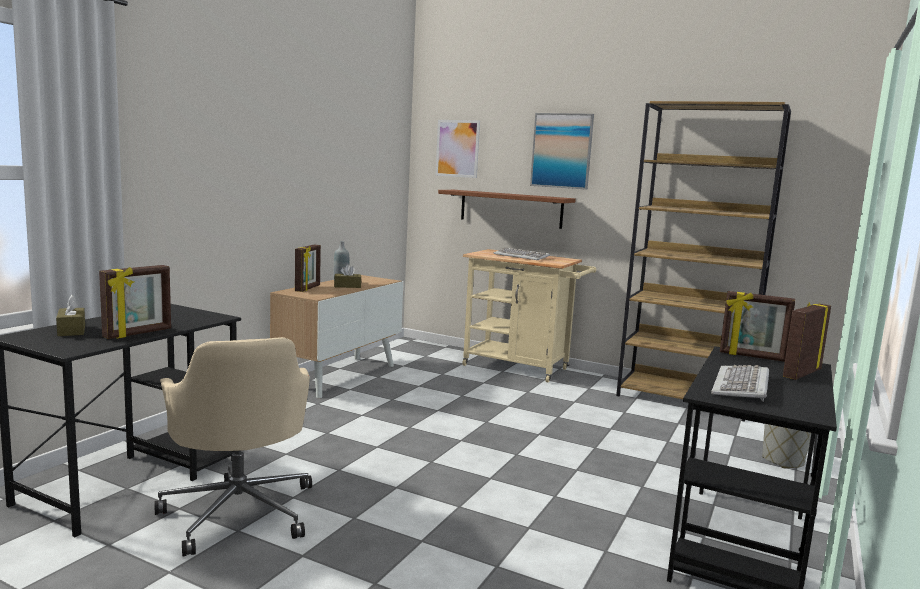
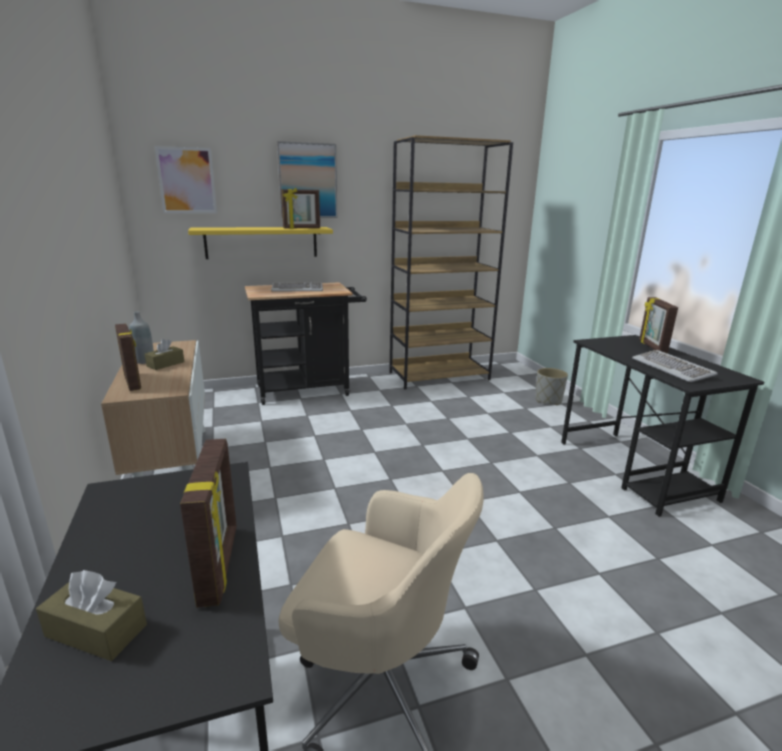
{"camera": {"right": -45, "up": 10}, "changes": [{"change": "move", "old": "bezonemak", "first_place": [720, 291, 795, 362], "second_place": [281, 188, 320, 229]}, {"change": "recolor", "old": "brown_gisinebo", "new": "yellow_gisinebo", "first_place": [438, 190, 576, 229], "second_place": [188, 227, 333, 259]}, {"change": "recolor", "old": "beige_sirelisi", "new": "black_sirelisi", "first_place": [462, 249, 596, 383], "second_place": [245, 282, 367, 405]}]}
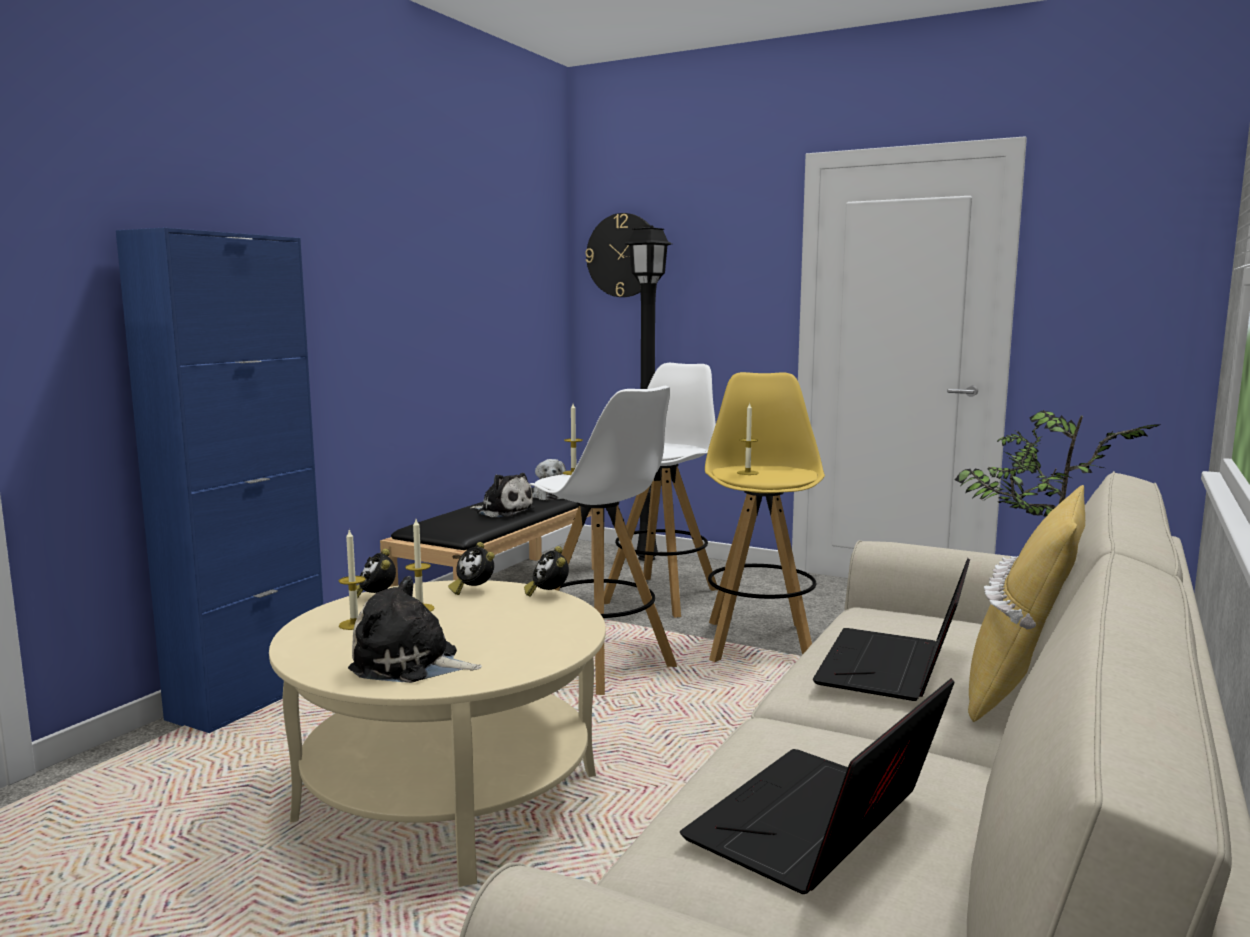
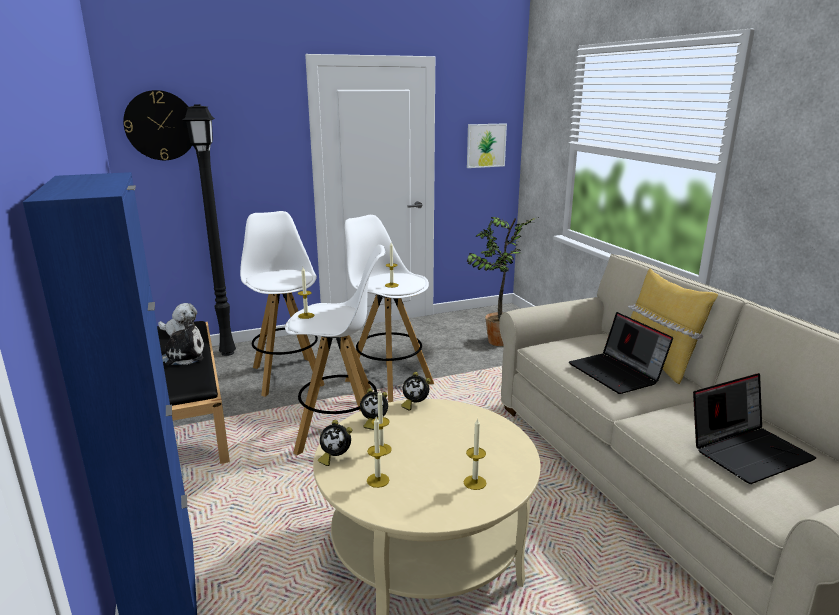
{"camera": {"right": -50, "up": 10}, "changes": [{"change": "insert", "new": "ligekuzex", "second_place": [467, 123, 507, 168]}, {"change": "replace", "old": "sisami", "new": "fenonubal", "first_place": [348, 576, 482, 683], "second_place": [464, 418, 486, 490]}, {"change": "recolor", "old": "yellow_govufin", "new": "white_govufin", "first_place": [705, 372, 825, 662], "second_place": [345, 215, 434, 403]}, {"change": "rotate", "old": "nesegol", "first_place": [680, 678, 954, 894], "second_place": [693, 373, 816, 484], "degrees": -105}]}
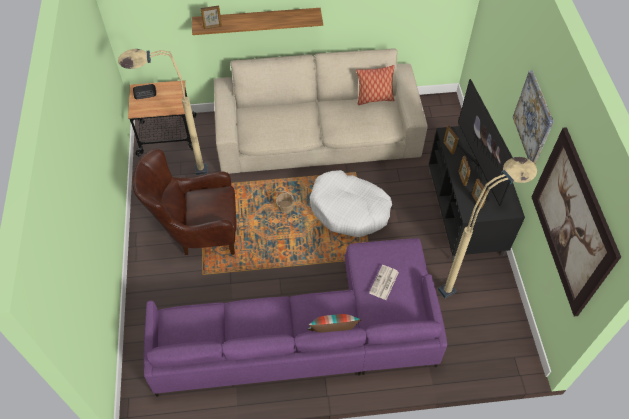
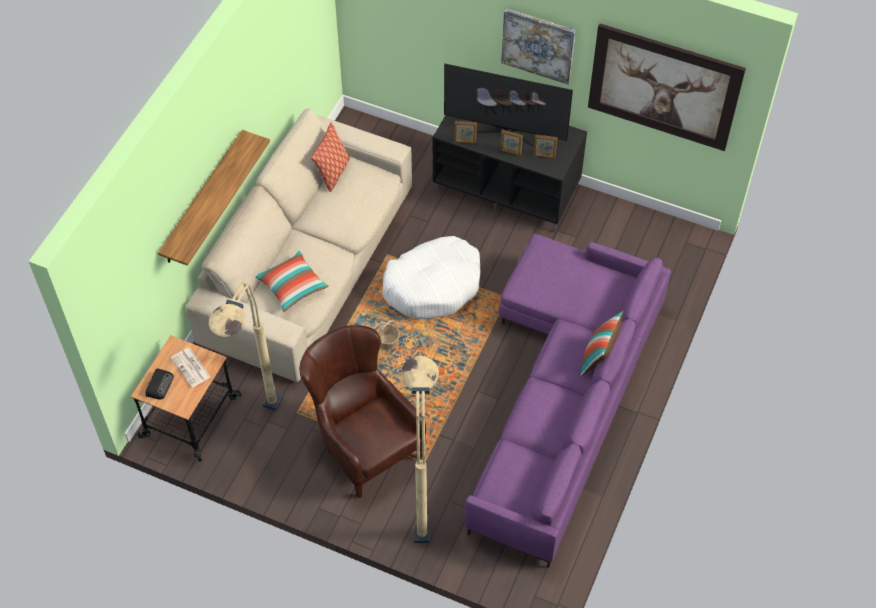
{"camera": {"right": -60, "up": 0}, "changes": [{"change": "delete", "old": "bezonemak", "first_place": [201, 5, 222, 29]}, {"change": "insert", "new": "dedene", "second_place": [255, 250, 328, 312]}, {"change": "move", "old": "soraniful", "first_place": [369, 265, 399, 300], "second_place": [171, 348, 211, 388]}, {"change": "move", "old": "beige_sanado", "first_place": [438, 157, 537, 298], "second_place": [401, 356, 439, 543]}, {"change": "rotate", "old": "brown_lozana", "first_place": [132, 149, 237, 255], "second_place": [299, 325, 426, 498], "degrees": 120}]}
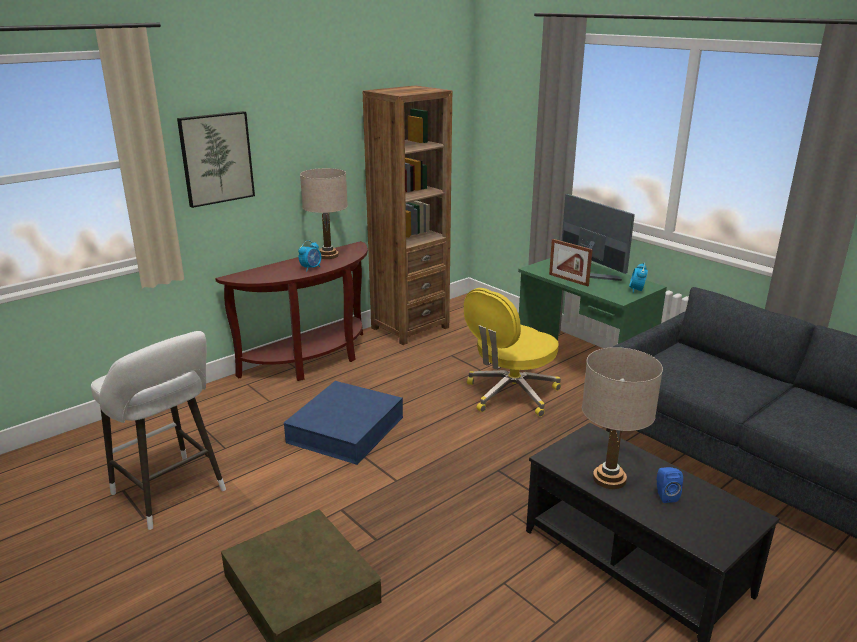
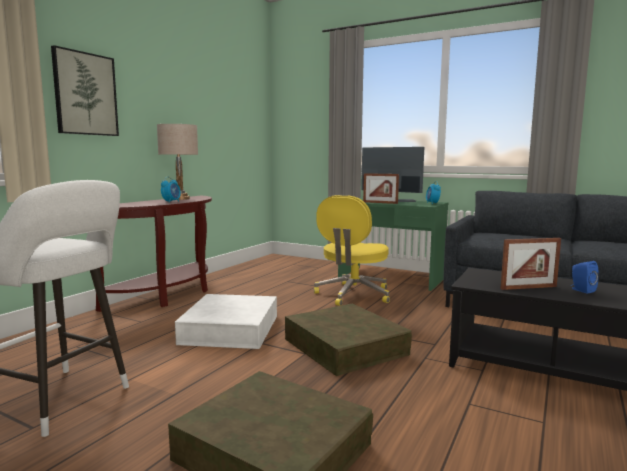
{"camera": {"right": -20, "up": -15}, "changes": [{"change": "delete", "old": "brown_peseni", "first_place": [363, 85, 452, 345]}, {"change": "insert", "new": "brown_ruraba", "second_place": [285, 304, 412, 376]}, {"change": "replace", "old": "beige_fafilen", "new": "bezonemak", "first_place": [582, 347, 663, 489], "second_place": [500, 238, 561, 290]}, {"change": "recolor", "old": "blue_ruraba", "new": "white_ruraba", "first_place": [284, 381, 403, 465], "second_place": [175, 294, 277, 349]}]}
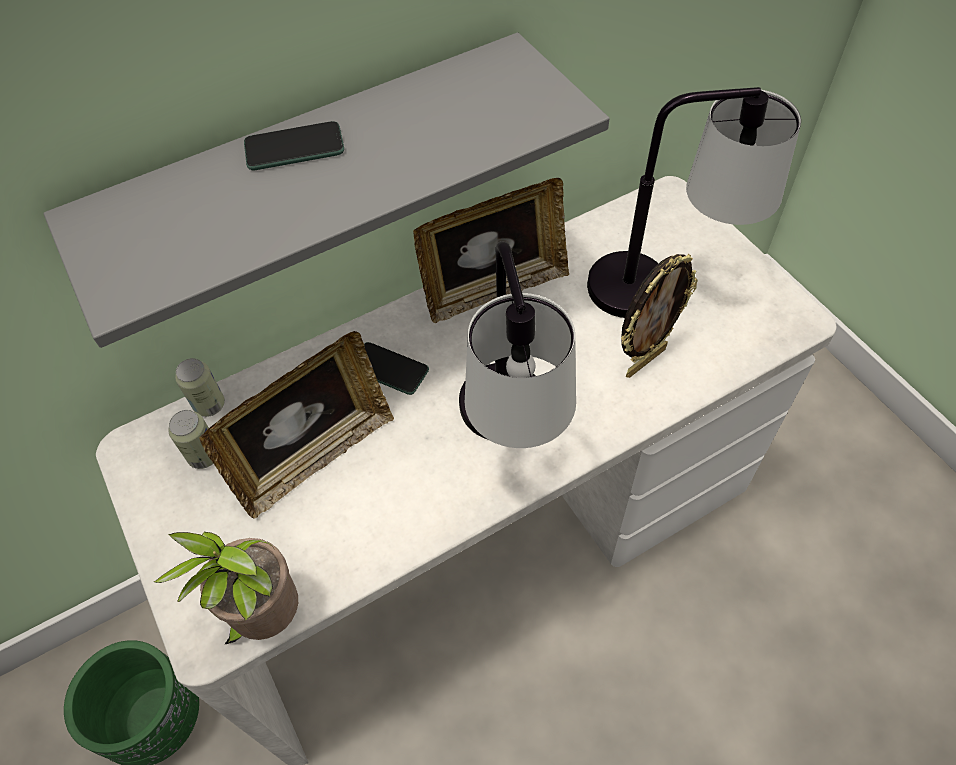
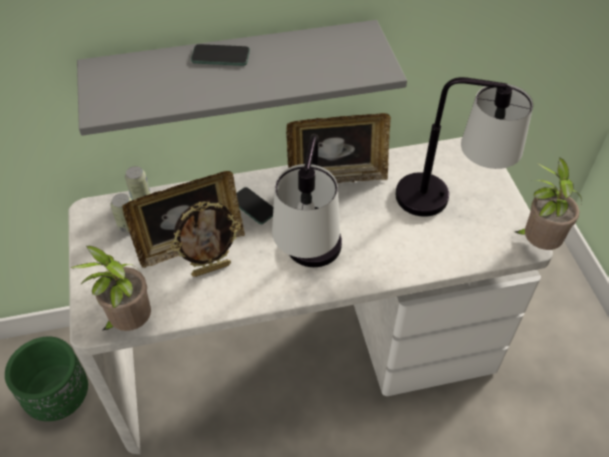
{"camera": {"right": 15, "up": -5}, "changes": [{"change": "insert", "new": "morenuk", "second_place": [515, 158, 582, 250]}, {"change": "move", "old": "bezonemak", "first_place": [621, 254, 698, 378], "second_place": [170, 201, 241, 277]}]}
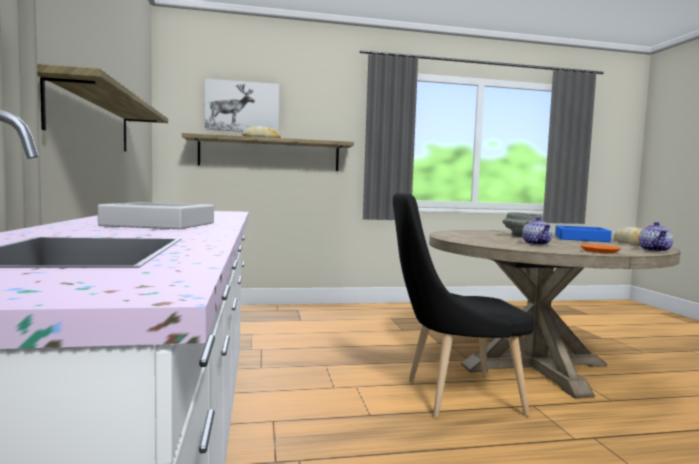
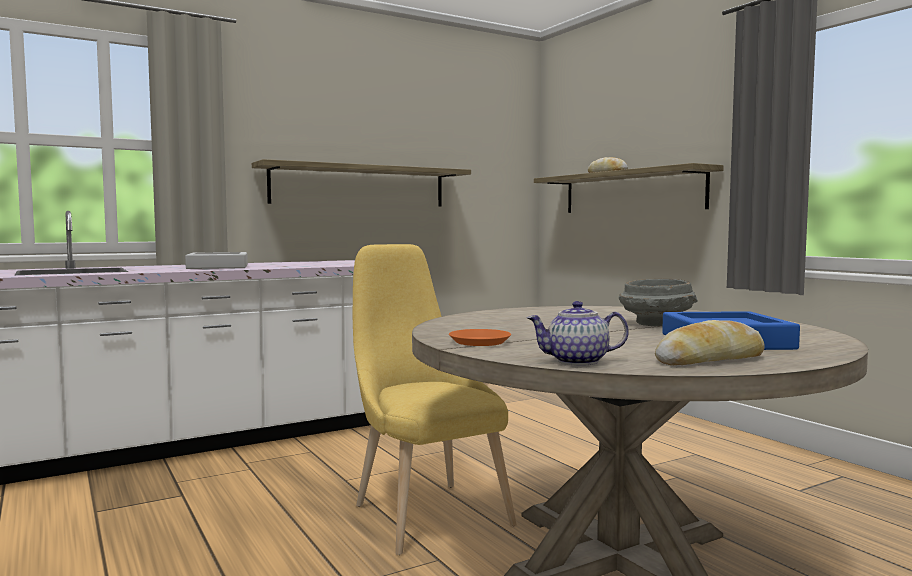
{"camera": {"right": 70, "up": 0}, "changes": [{"change": "delete", "old": "ligekuzex", "first_place": [205, 78, 279, 132]}, {"change": "delete", "old": "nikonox", "first_place": [522, 217, 552, 245]}, {"change": "recolor", "old": "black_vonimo", "new": "yellow_vonimo", "first_place": [393, 193, 535, 418], "second_place": [353, 244, 517, 555]}]}
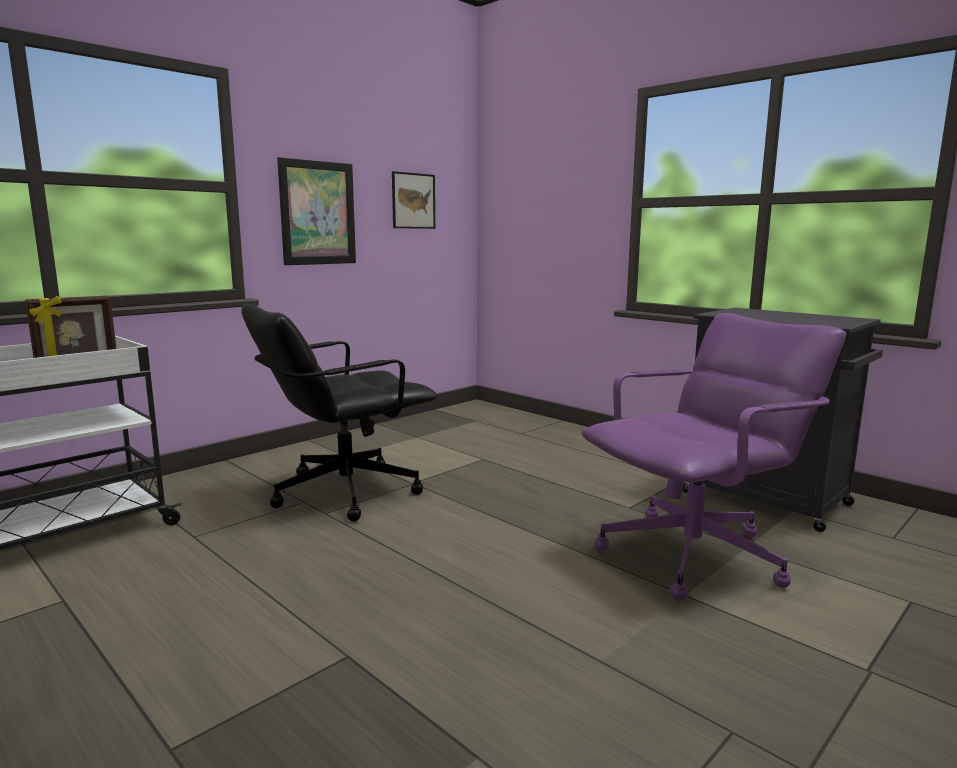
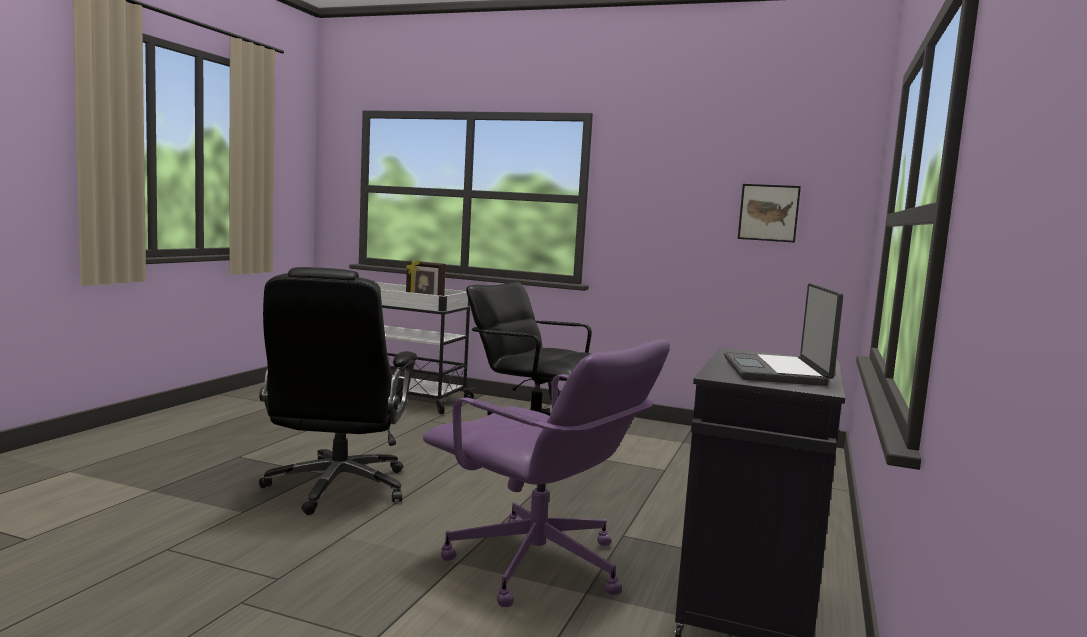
{"camera": {"right": 65, "up": -5}, "changes": [{"change": "delete", "old": "ligekuzex", "first_place": [277, 157, 356, 265]}, {"change": "insert", "new": "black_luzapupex", "second_place": [259, 267, 417, 515]}, {"change": "insert", "new": "nesegol", "second_place": [724, 283, 843, 386]}]}
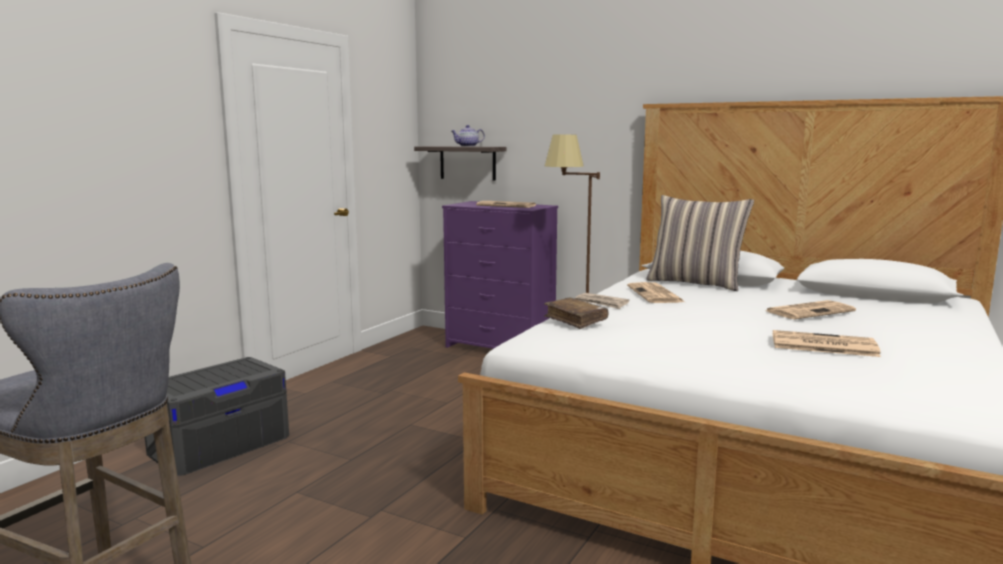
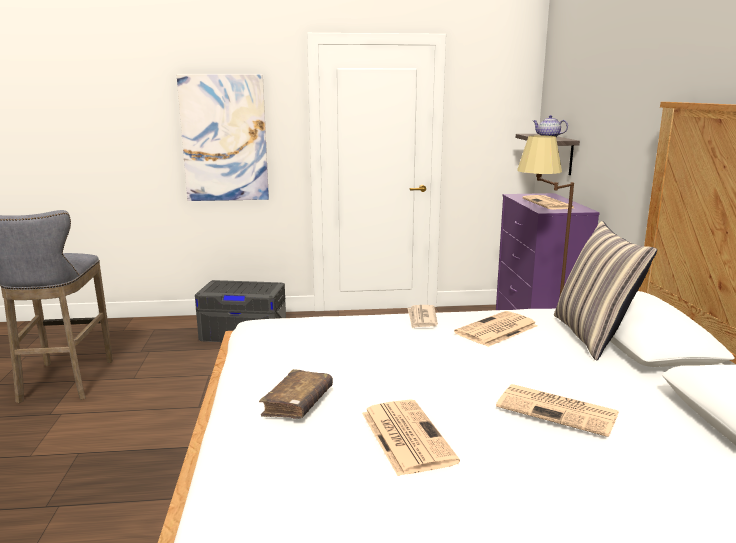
{"camera": {"right": 55, "up": 5}, "changes": [{"change": "insert", "new": "ligekuzex", "second_place": [177, 74, 269, 201]}, {"change": "move", "old": "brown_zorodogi", "first_place": [544, 298, 609, 329], "second_place": [259, 369, 333, 419]}]}
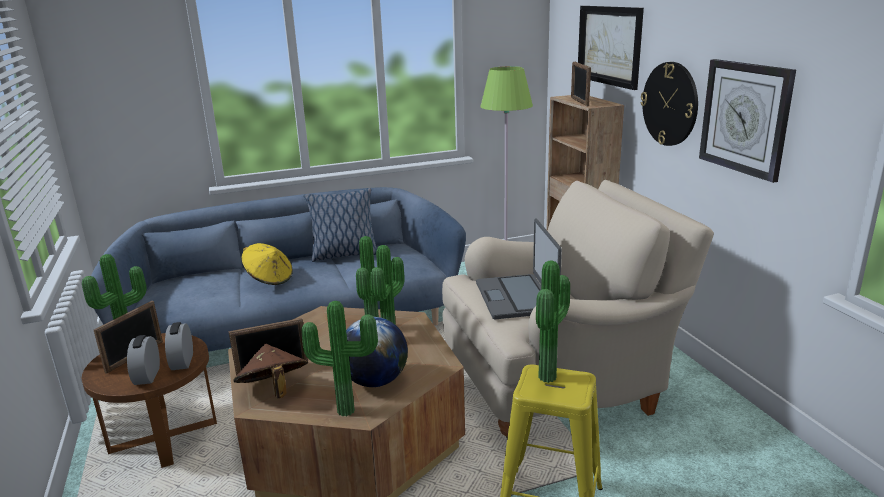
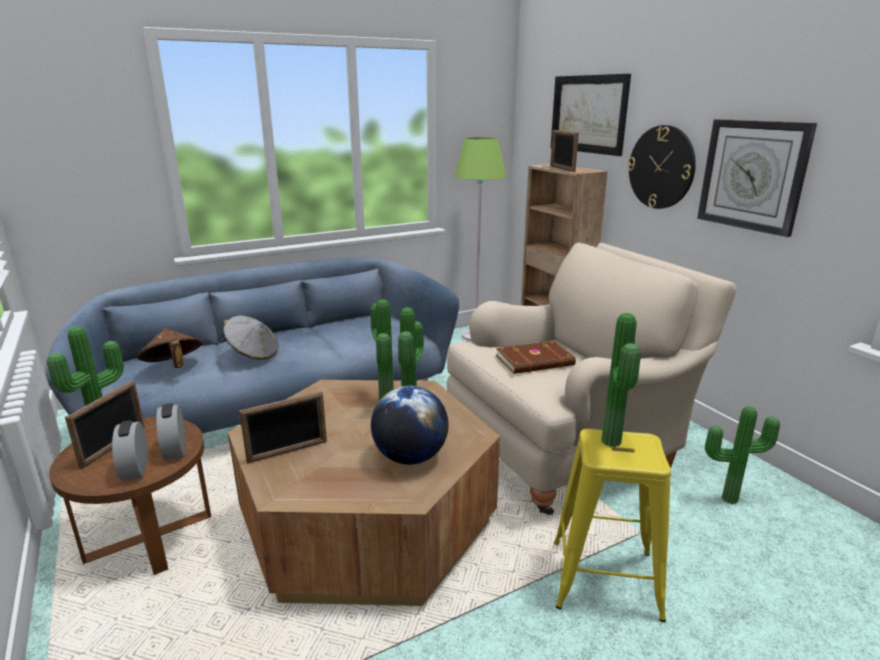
{"camera": {"right": -10, "up": 0}, "changes": [{"change": "delete", "old": "dedene", "first_place": [303, 188, 377, 262]}, {"change": "move", "old": "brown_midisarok", "first_place": [233, 344, 308, 398], "second_place": [137, 328, 202, 368]}, {"change": "move", "old": "morenuk", "first_place": [302, 301, 378, 416], "second_place": [705, 406, 780, 504]}, {"change": "replace", "old": "nesegol", "new": "brown_zorodogi", "first_place": [476, 218, 562, 319], "second_place": [496, 341, 576, 374]}, {"change": "recolor", "old": "yellow_midisarok", "new": "grey_midisarok", "first_place": [241, 243, 293, 285], "second_place": [223, 315, 278, 360]}]}
